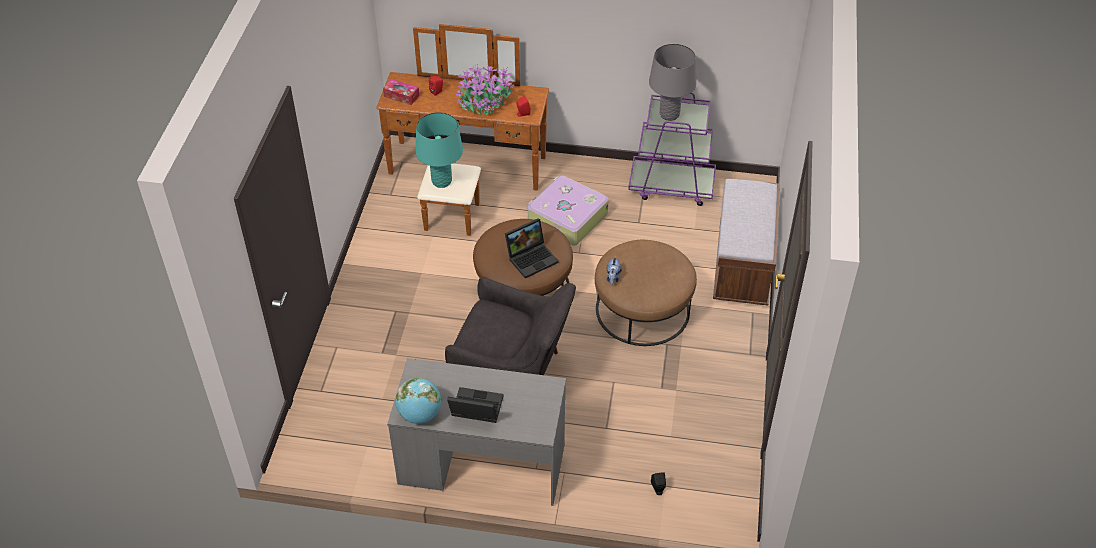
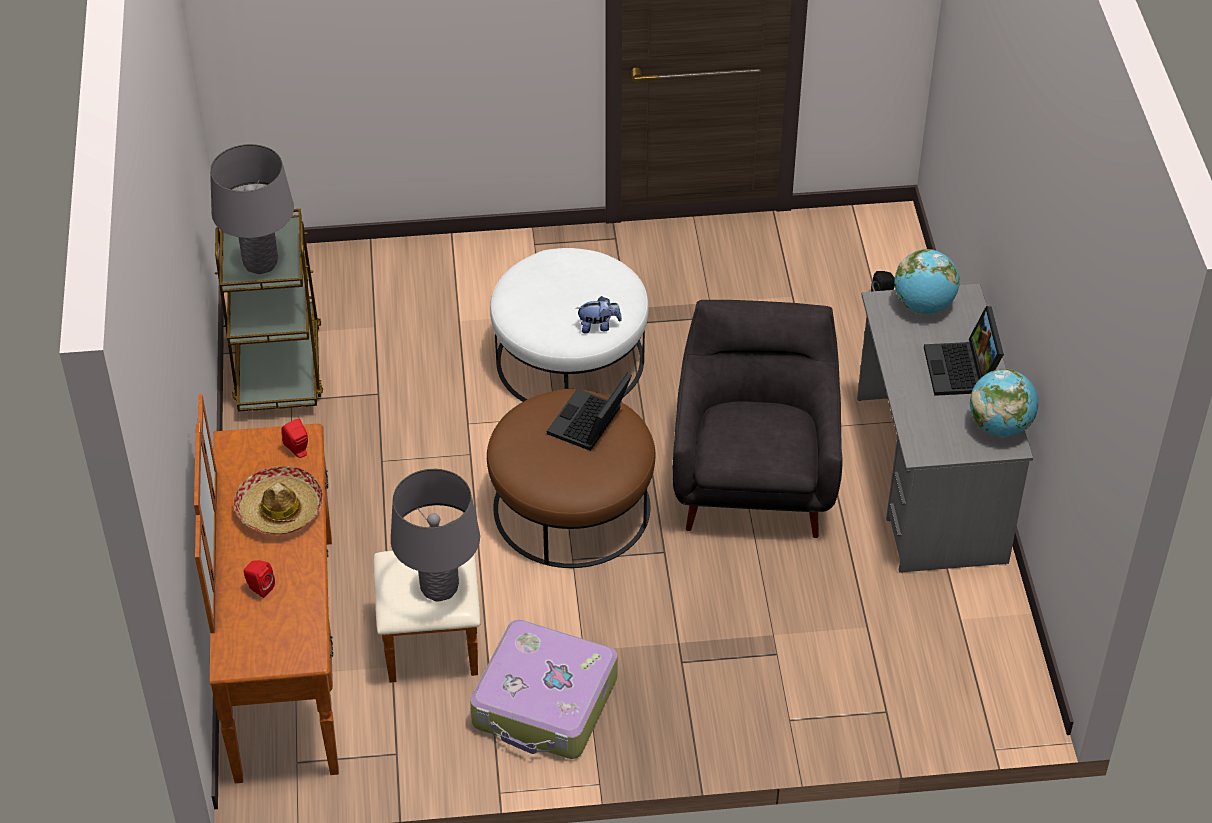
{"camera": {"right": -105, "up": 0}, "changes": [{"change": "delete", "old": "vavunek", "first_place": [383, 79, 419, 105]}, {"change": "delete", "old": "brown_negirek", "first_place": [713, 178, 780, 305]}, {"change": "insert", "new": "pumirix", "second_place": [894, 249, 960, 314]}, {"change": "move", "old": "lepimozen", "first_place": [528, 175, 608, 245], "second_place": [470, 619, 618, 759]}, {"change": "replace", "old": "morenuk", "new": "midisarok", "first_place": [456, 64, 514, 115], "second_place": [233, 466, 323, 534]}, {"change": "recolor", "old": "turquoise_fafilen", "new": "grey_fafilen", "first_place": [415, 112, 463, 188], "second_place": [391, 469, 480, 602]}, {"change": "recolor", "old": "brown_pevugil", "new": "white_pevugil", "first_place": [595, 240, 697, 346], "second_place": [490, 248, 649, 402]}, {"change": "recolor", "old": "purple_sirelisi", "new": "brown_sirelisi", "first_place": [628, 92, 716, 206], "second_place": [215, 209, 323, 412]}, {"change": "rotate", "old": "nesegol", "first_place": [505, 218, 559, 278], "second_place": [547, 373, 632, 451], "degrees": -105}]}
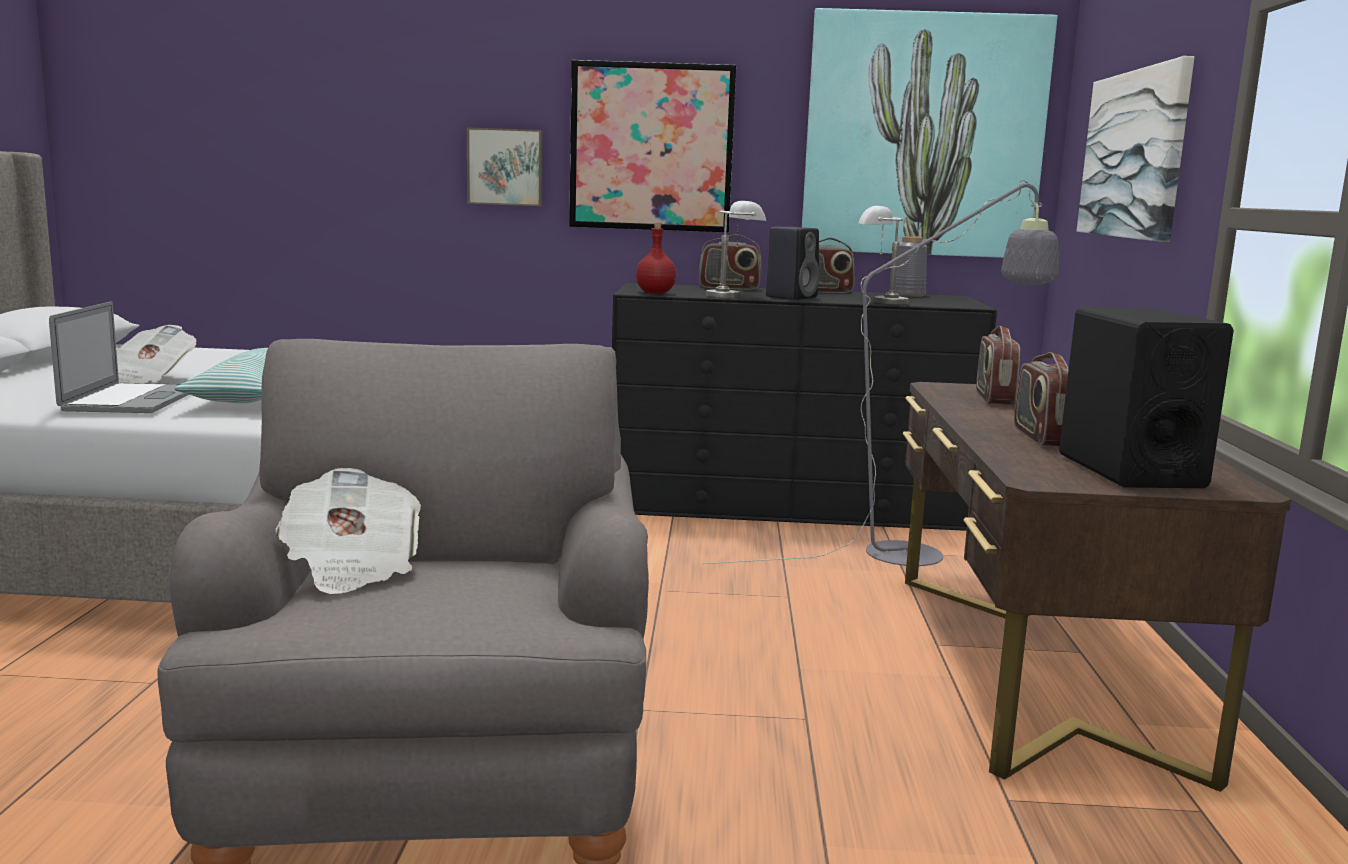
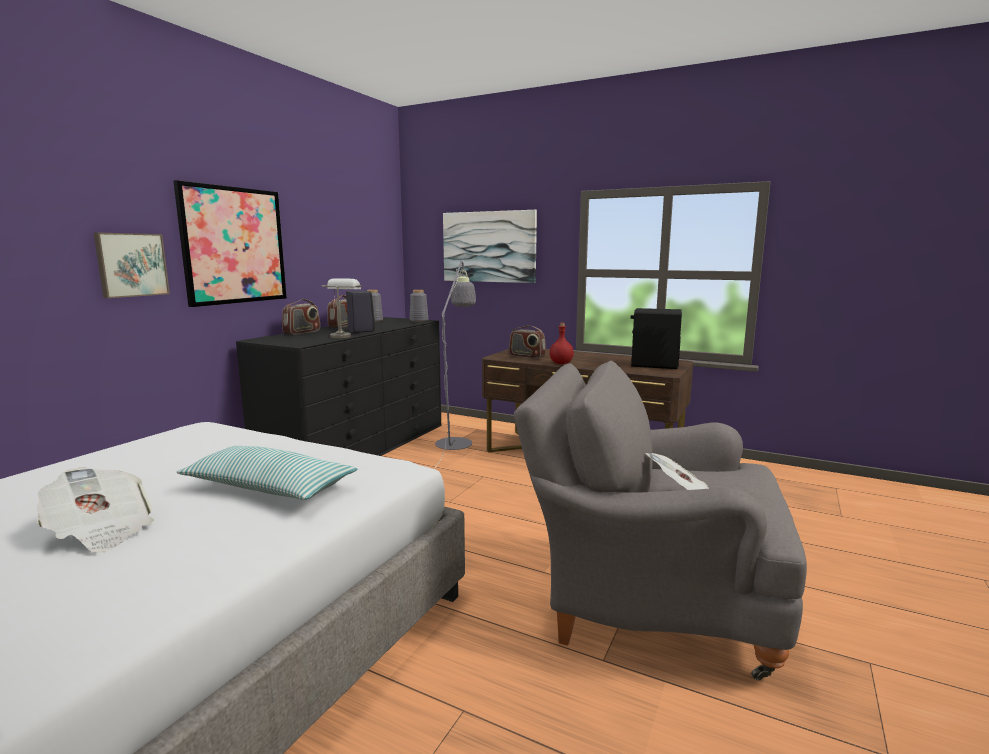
{"camera": {"right": -65, "up": 0}, "changes": [{"change": "delete", "old": "nesegol", "first_place": [49, 302, 190, 413]}, {"change": "delete", "old": "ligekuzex", "first_place": [802, 8, 1057, 258]}, {"change": "delete", "old": "grey_fafilen", "first_place": [858, 206, 909, 304]}, {"change": "delete", "old": "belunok", "first_place": [1014, 352, 1069, 446]}, {"change": "insert", "new": "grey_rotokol", "second_place": [410, 290, 428, 322]}, {"change": "move", "old": "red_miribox", "first_place": [636, 223, 676, 294], "second_place": [550, 323, 574, 364]}]}
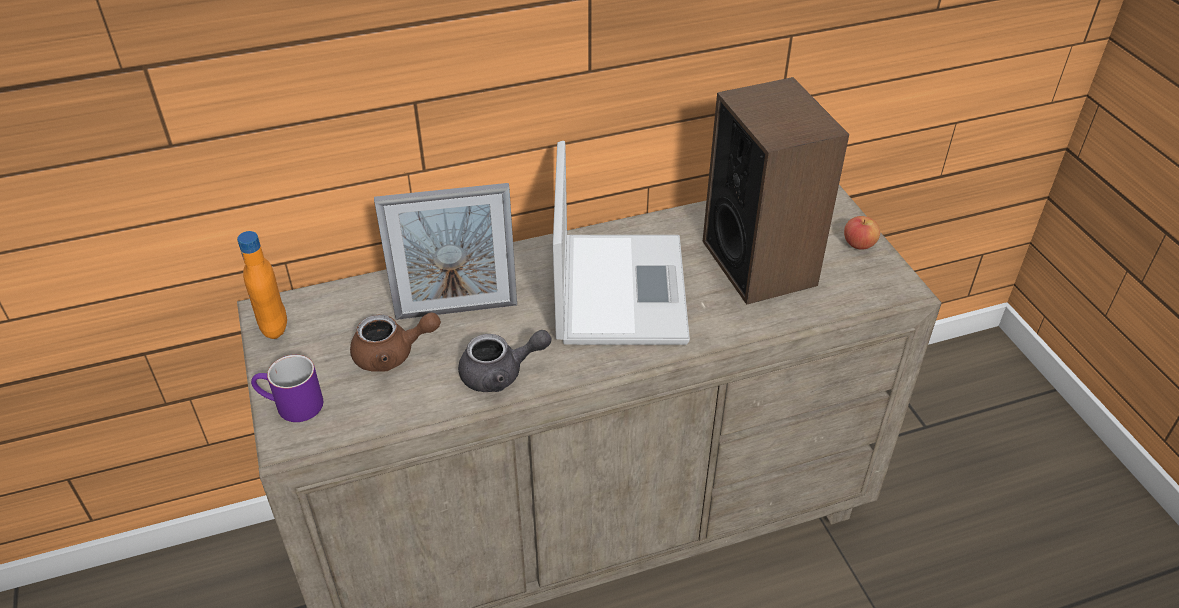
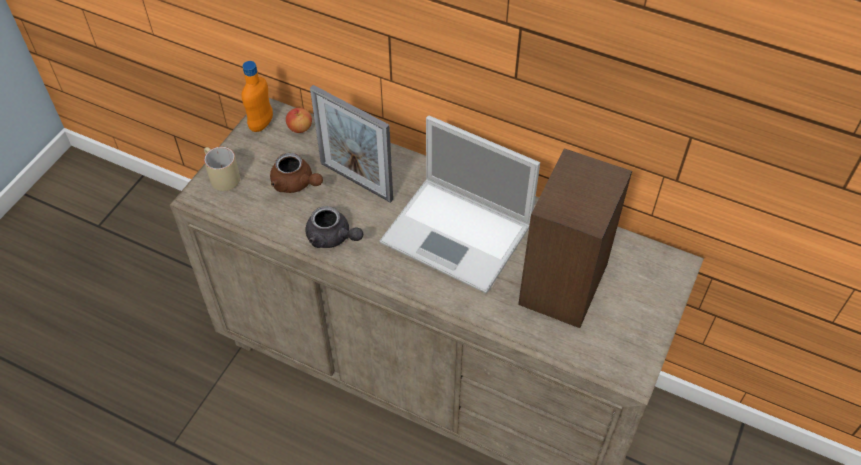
{"camera": {"right": 45, "up": 10}, "changes": [{"change": "move", "old": "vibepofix", "first_place": [844, 216, 880, 250], "second_place": [286, 108, 312, 133]}, {"change": "recolor", "old": "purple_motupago", "new": "beige_motupago", "first_place": [251, 355, 323, 422], "second_place": [204, 147, 240, 191]}, {"change": "rotate", "old": "nesegol", "first_place": [553, 141, 690, 345], "second_place": [380, 116, 540, 294], "degrees": 75}]}
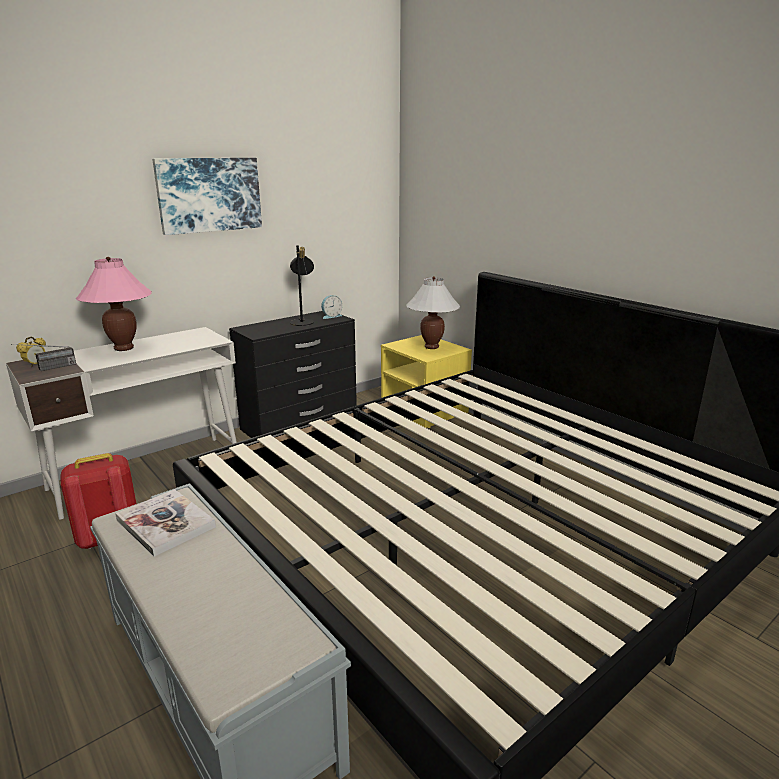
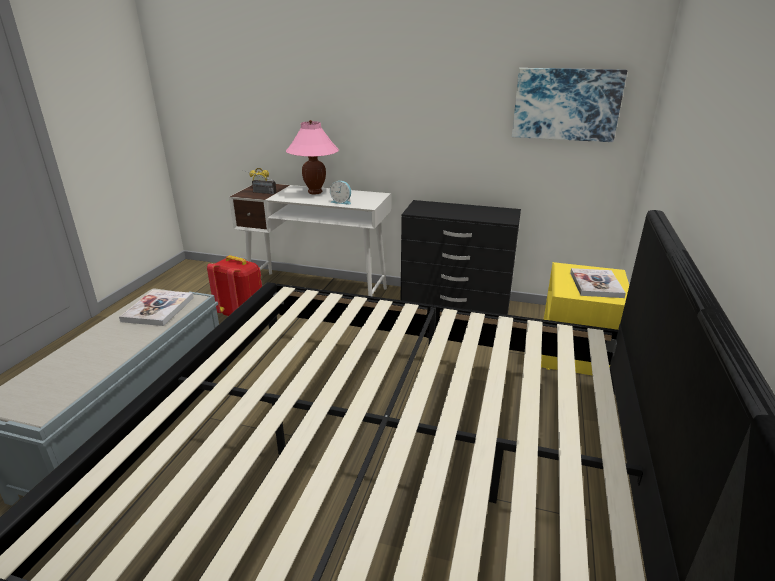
{"camera": {"right": 55, "up": 5}, "changes": [{"change": "delete", "old": "black_fafilen", "first_place": [290, 245, 314, 326]}, {"change": "move", "old": "ligekuzex", "first_place": [152, 158, 262, 235], "second_place": [512, 68, 627, 142]}, {"change": "move", "old": "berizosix", "first_place": [321, 295, 342, 319], "second_place": [330, 181, 351, 205]}, {"change": "replace", "old": "white_fafilen", "new": "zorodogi", "first_place": [406, 276, 460, 349], "second_place": [570, 268, 626, 298]}]}
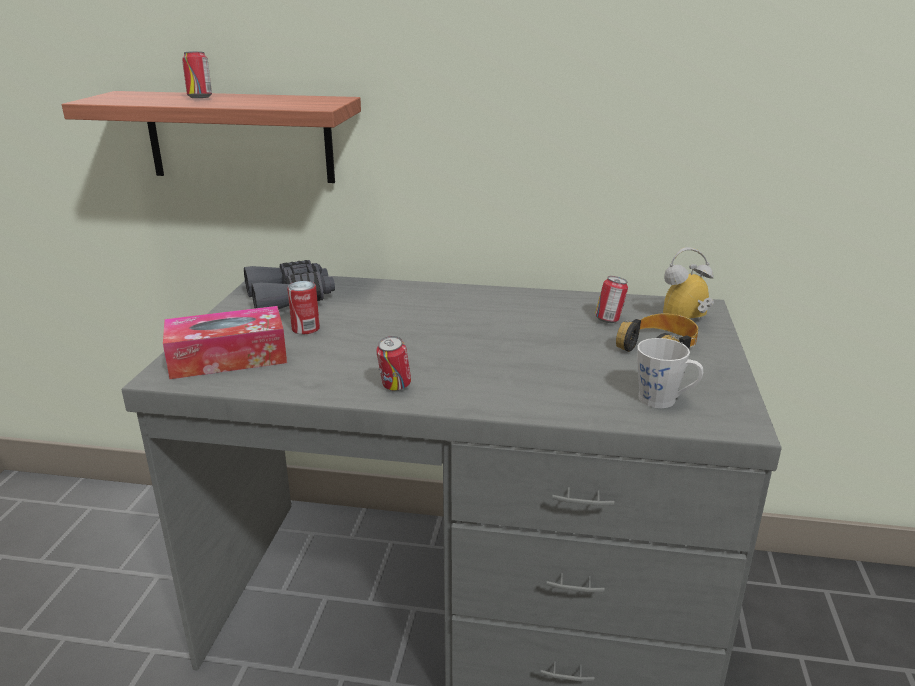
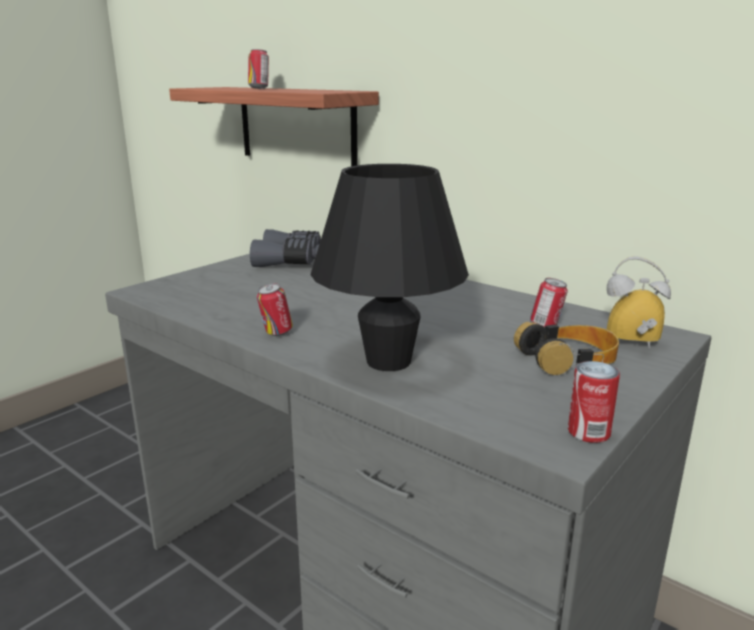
{"camera": {"right": 30, "up": -5}, "changes": [{"change": "delete", "old": "vavunek", "first_place": [163, 306, 287, 379]}, {"change": "delete", "old": "grey_motupago", "first_place": [637, 338, 703, 408]}, {"change": "insert", "new": "black_fafilen", "second_place": [310, 164, 469, 371]}, {"change": "move", "old": "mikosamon", "first_place": [287, 281, 320, 334], "second_place": [568, 361, 620, 443]}]}
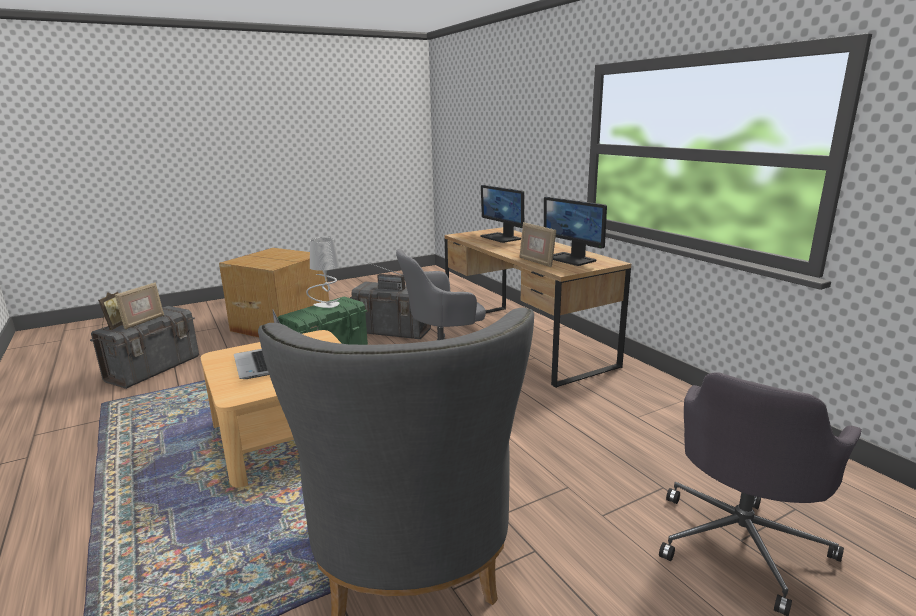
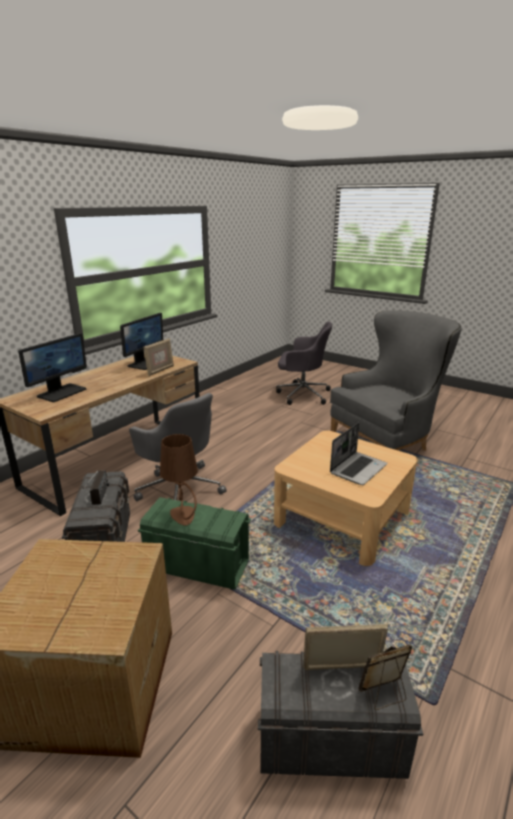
{"camera": {"right": -115, "up": 5}, "changes": [{"change": "recolor", "old": "grey_fafilen", "new": "brown_fafilen", "first_place": [306, 237, 339, 308], "second_place": [160, 434, 198, 526]}]}
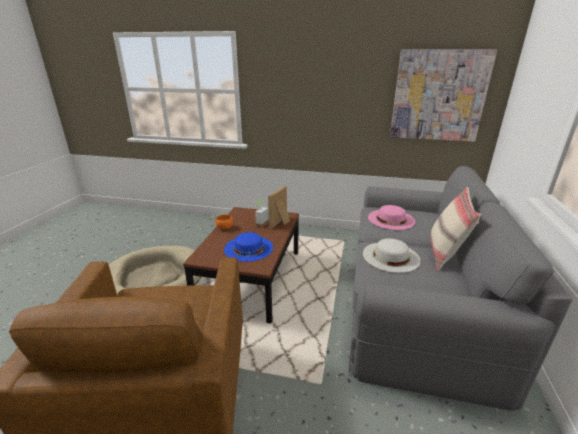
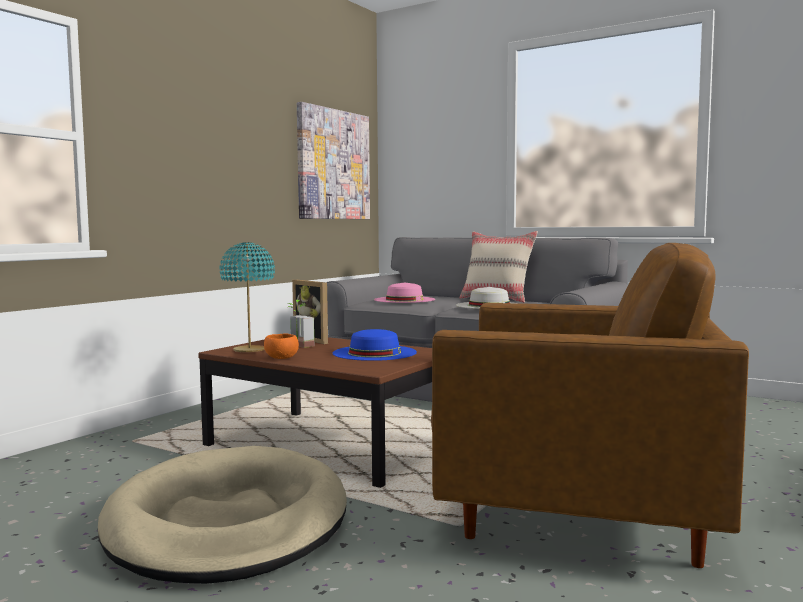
{"camera": {"right": -70, "up": -20}, "changes": [{"change": "insert", "new": "turquoise_fafilen", "second_place": [220, 242, 275, 352]}]}
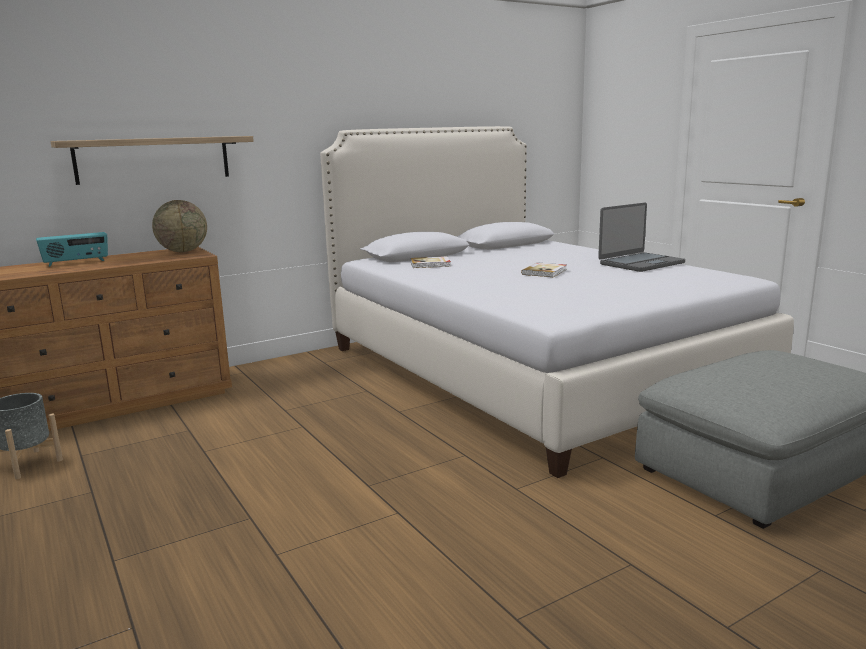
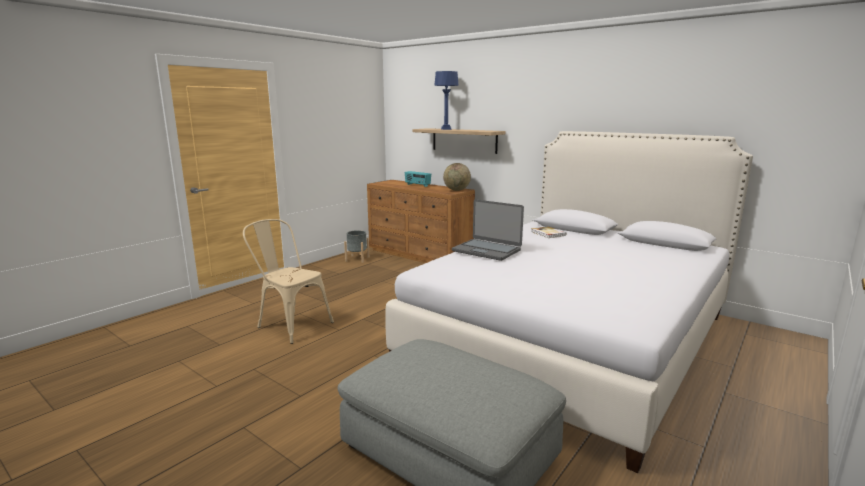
{"camera": {"right": 70, "up": 0}, "changes": [{"change": "delete", "old": "zorodogi", "first_place": [521, 262, 567, 277]}, {"change": "insert", "new": "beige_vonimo", "second_place": [243, 219, 334, 344]}, {"change": "insert", "new": "blue_fafilen", "second_place": [434, 71, 458, 130]}, {"change": "move", "old": "nesegol", "first_place": [598, 203, 685, 272], "second_place": [452, 199, 524, 261]}]}
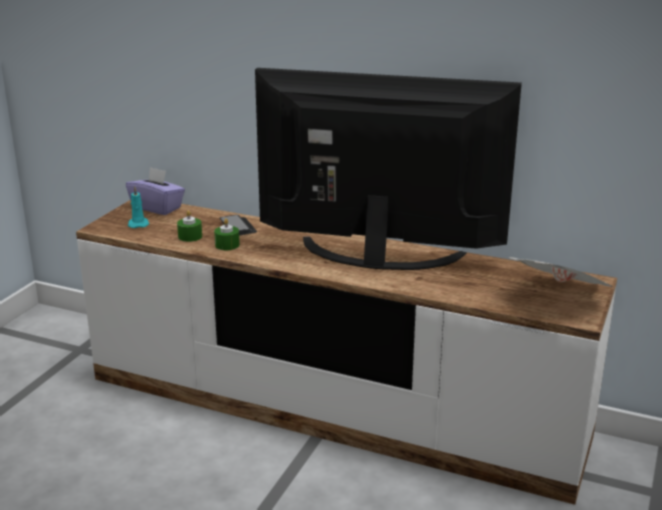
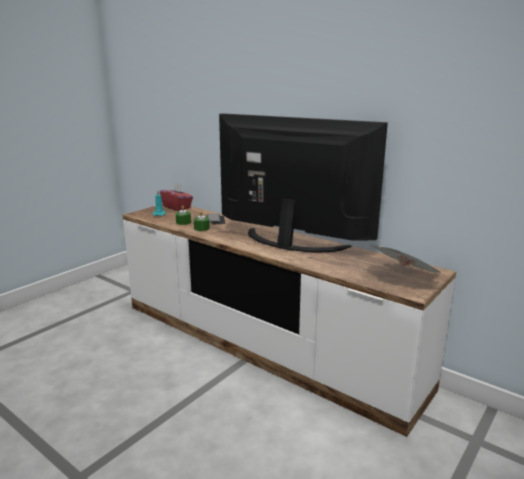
{"camera": {"right": 15, "up": -5}, "changes": [{"change": "recolor", "old": "purple_vavunek", "new": "red_vavunek", "first_place": [126, 167, 185, 215], "second_place": [160, 182, 193, 211]}]}
